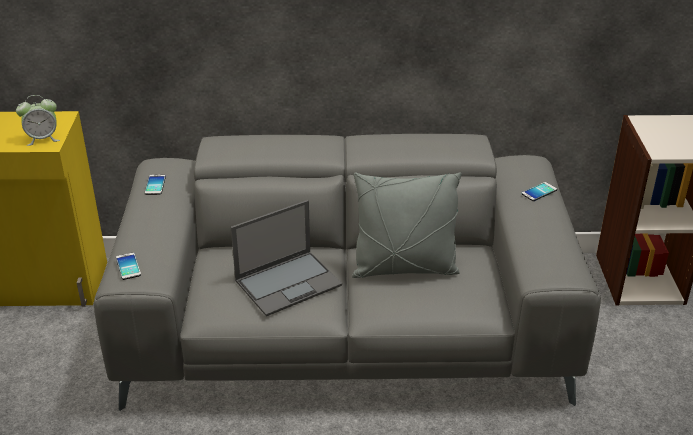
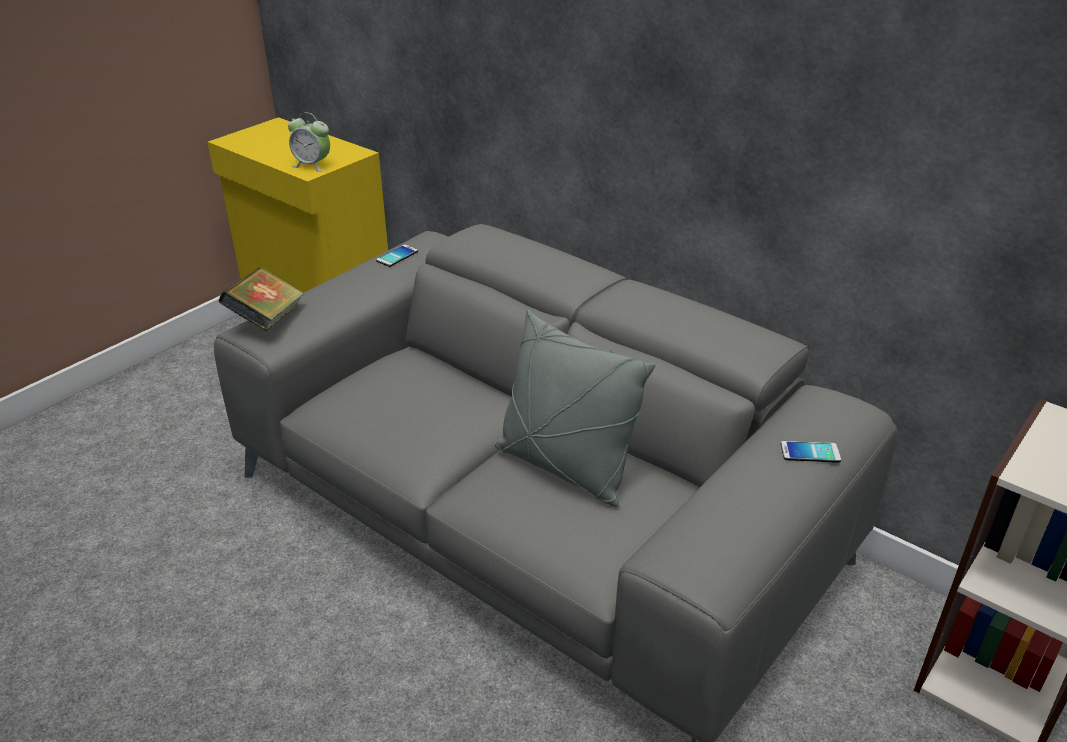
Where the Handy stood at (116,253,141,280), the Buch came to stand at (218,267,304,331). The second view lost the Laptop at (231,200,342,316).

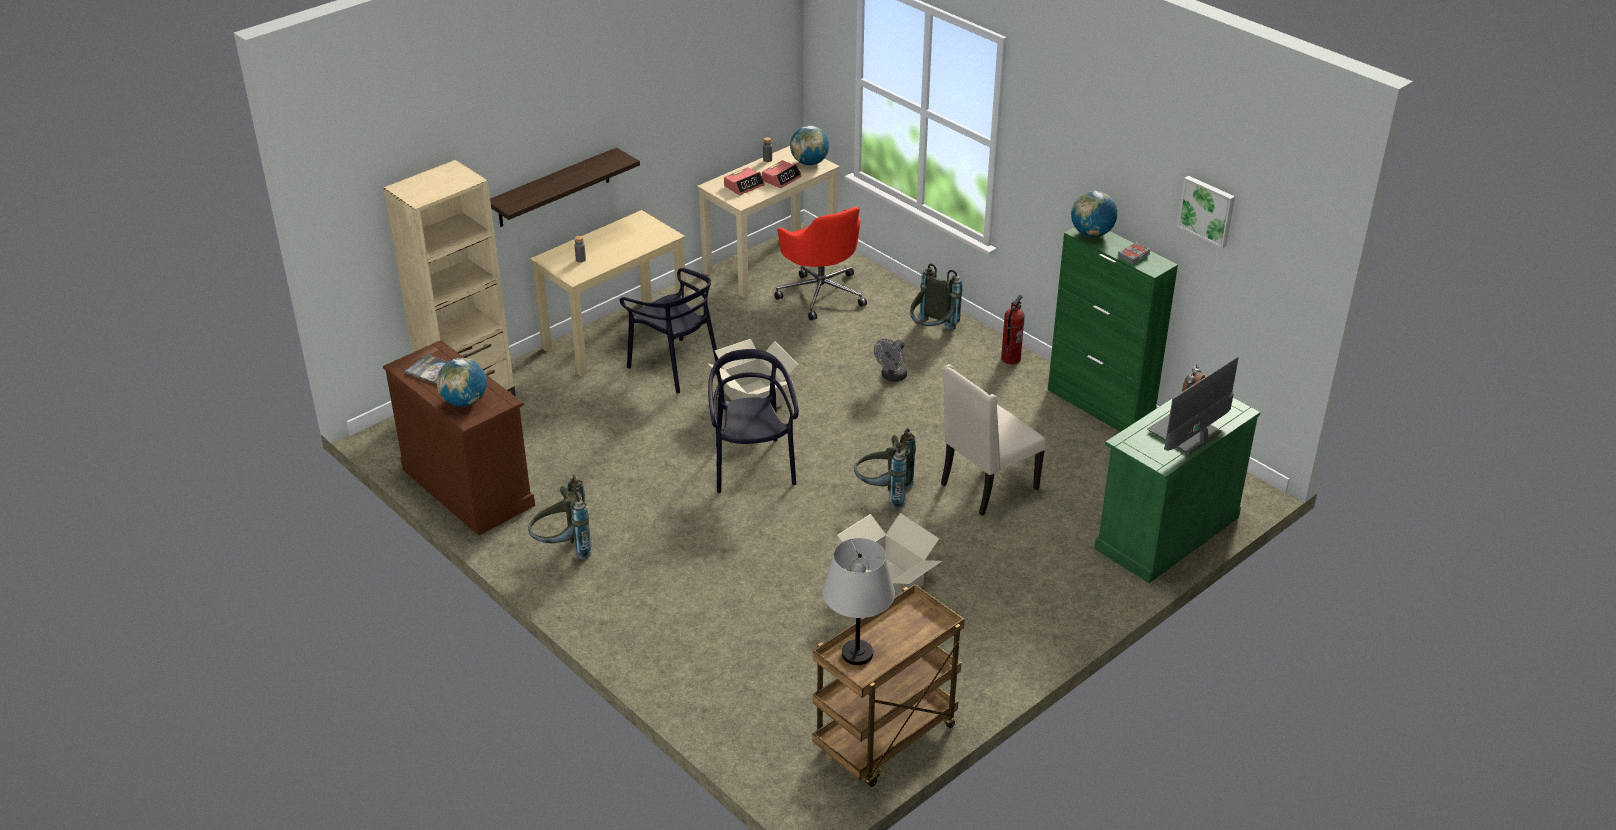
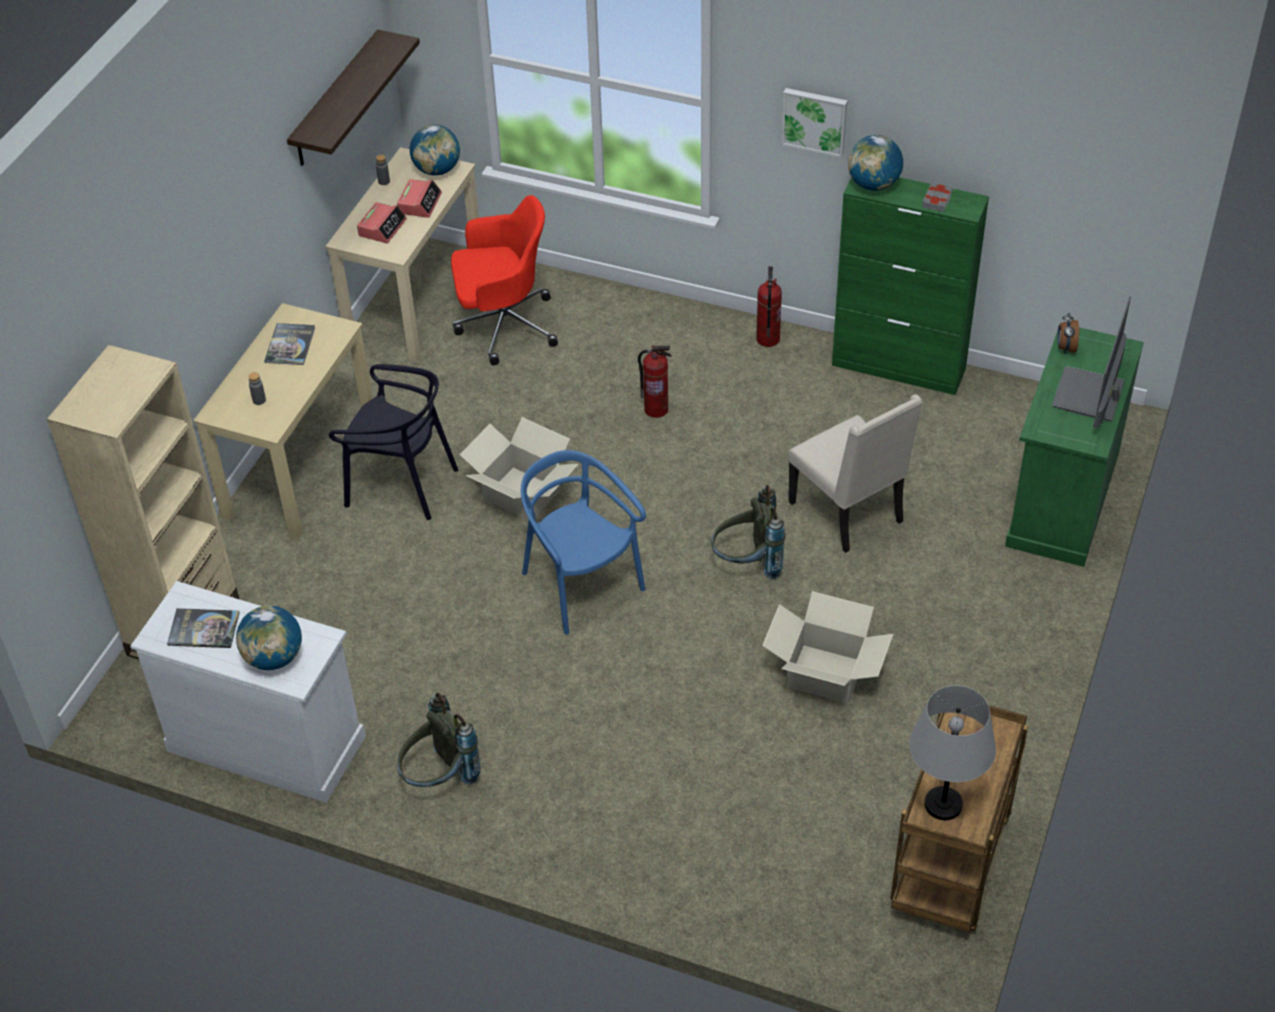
What was the Kommode (braun) at (383,340,535,535) turned into the Kommode (weiß) at (131,581,366,803). The Wandregal ended up elsewhere, having gone from (490,147,640,227) to (287,29,420,166). What was the Stuhl (schwarz) at (708,349,799,493) turned into the Stuhl (blau) at (521,450,646,635). The Bürostuhl (rot) at (774,207,867,321) ended up facing another way, 45 degrees counterclockwise from before. Where the Ventilator (grau) stood at (874,339,907,382), the Feuerlöscher came to stand at (638,346,672,418). The second view lost the Rucksack (grau) at (910,264,962,330). The Stuhl (beige) at (941,364,1046,516) ended up facing another way, 60 degrees counterclockwise from before. The Bild ended up elsewhere, having gone from (1177,176,1235,248) to (781,88,847,158). The second view gained the Buch at (264,323,315,365).

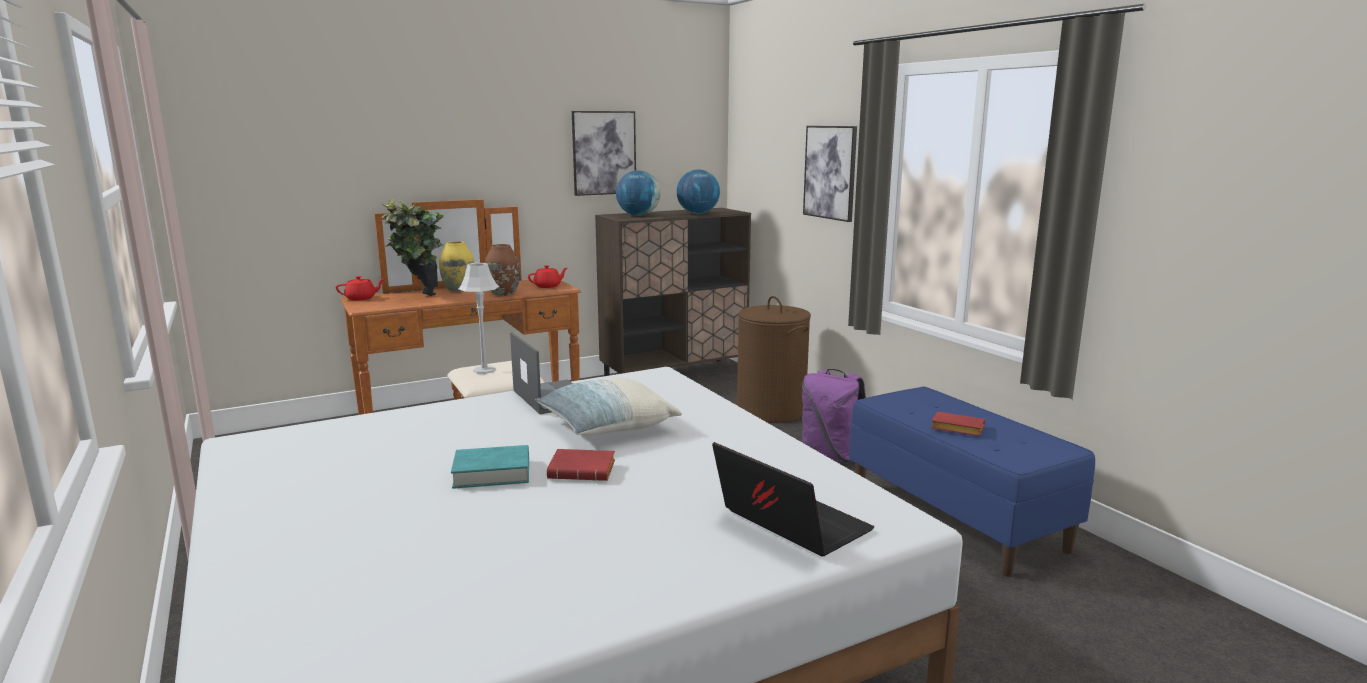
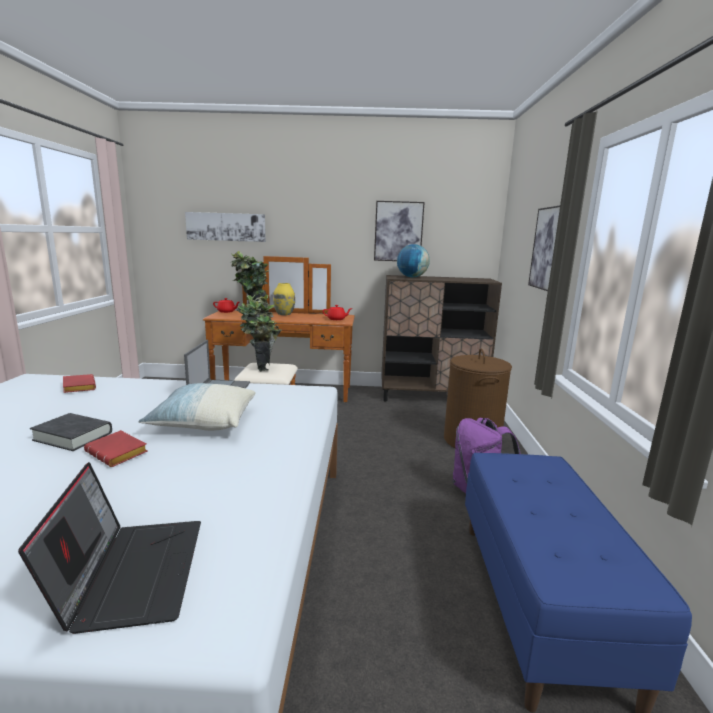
What was the Buch (türkis) at (451,445,529,489) turned into the Buch (schwarz) at (30,413,112,451). Where the Tischlampe (grau) stood at (459,263,499,374), the Topfpflanze came to stand at (237,294,282,372). The second view lost the Vase (braun) at (485,244,520,296). The second view lost the Globus at (676,169,720,214). The Buch (rot) ended up elsewhere, having gone from (931,412,985,436) to (63,374,96,393). The second view gained the Bild at (185,212,266,242).

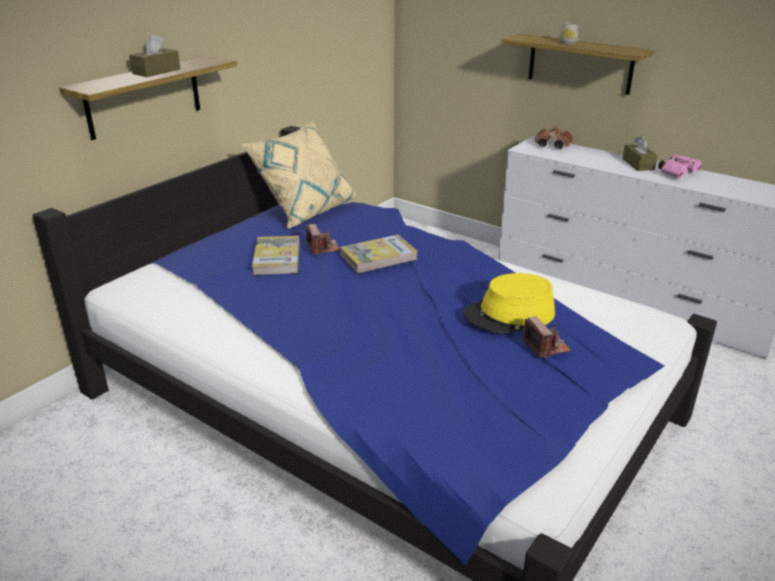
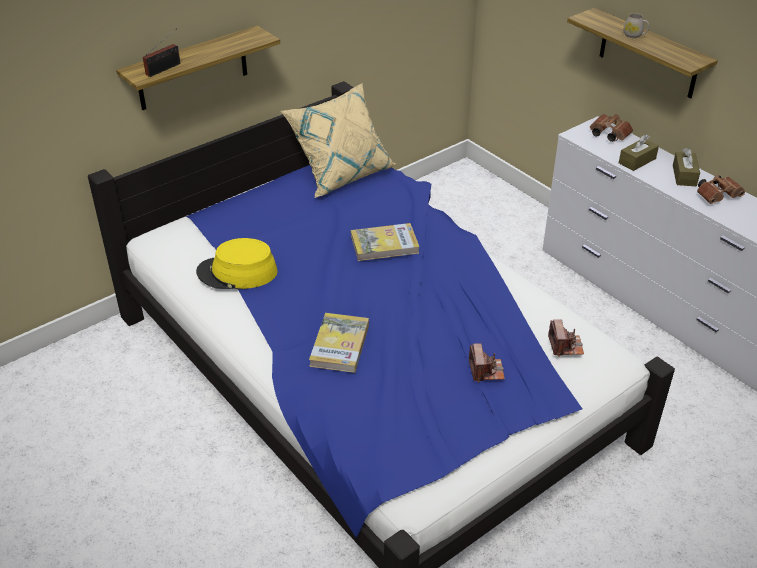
The Taschentuchbox (braun) ended up elsewhere, having gone from (129,34,180,77) to (619,135,659,171). The Buch ended up elsewhere, having gone from (252,236,300,275) to (309,313,369,373). The Kamera ended up elsewhere, having gone from (306,224,340,255) to (548,319,584,357). The Hut (gelb) ended up elsewhere, having gone from (463,273,555,333) to (196,238,278,289). What was the Fernglas (rosa) at (658,153,702,178) turned into the Fernglas (braun) at (697,175,745,204). The second view gained the Radio at (143,29,180,77).

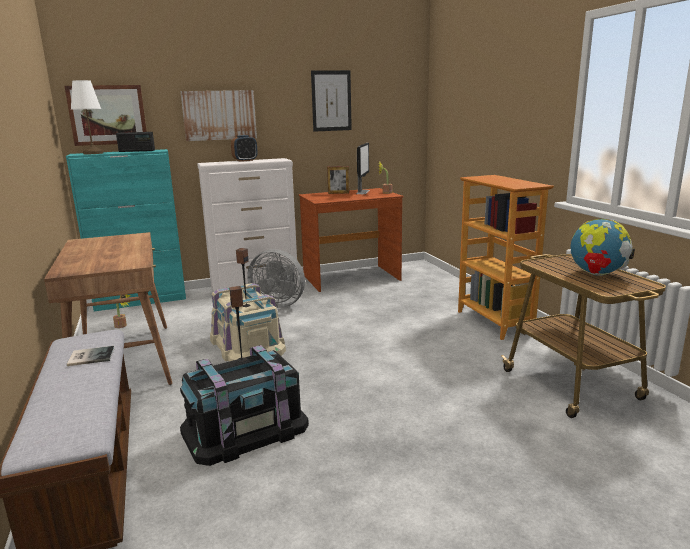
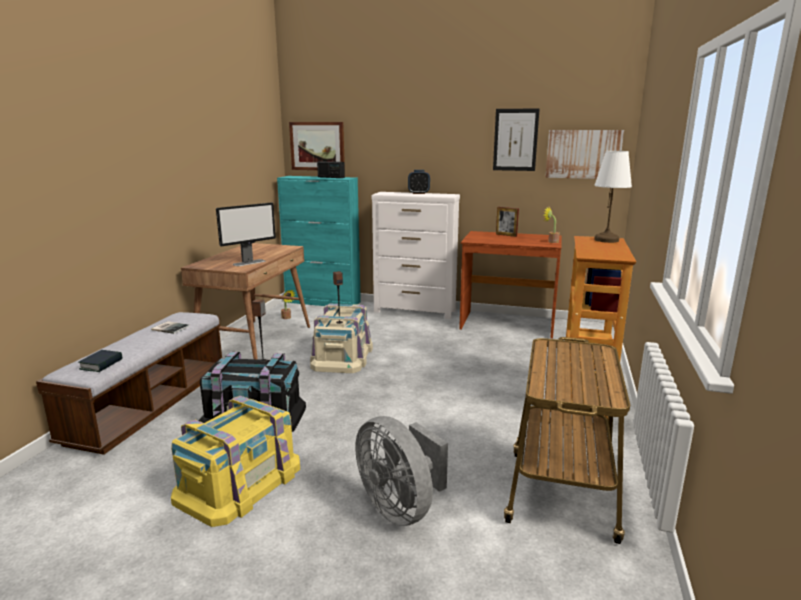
The Tischlampe (weiß) ended up elsewhere, having gone from (71,80,103,154) to (594,151,632,243). The Bild ended up elsewhere, having gone from (181,90,257,141) to (545,130,624,179). The Ventilator (grau) ended up elsewhere, having gone from (247,249,305,308) to (355,416,448,526). The Monitor ended up elsewhere, having gone from (356,143,370,194) to (216,202,276,266). The second view lost the Globus at (571,219,635,276). The second view gained the Buch at (79,350,122,372). The second view gained the Aufbewahrungsbox (gelb) at (171,396,300,527).

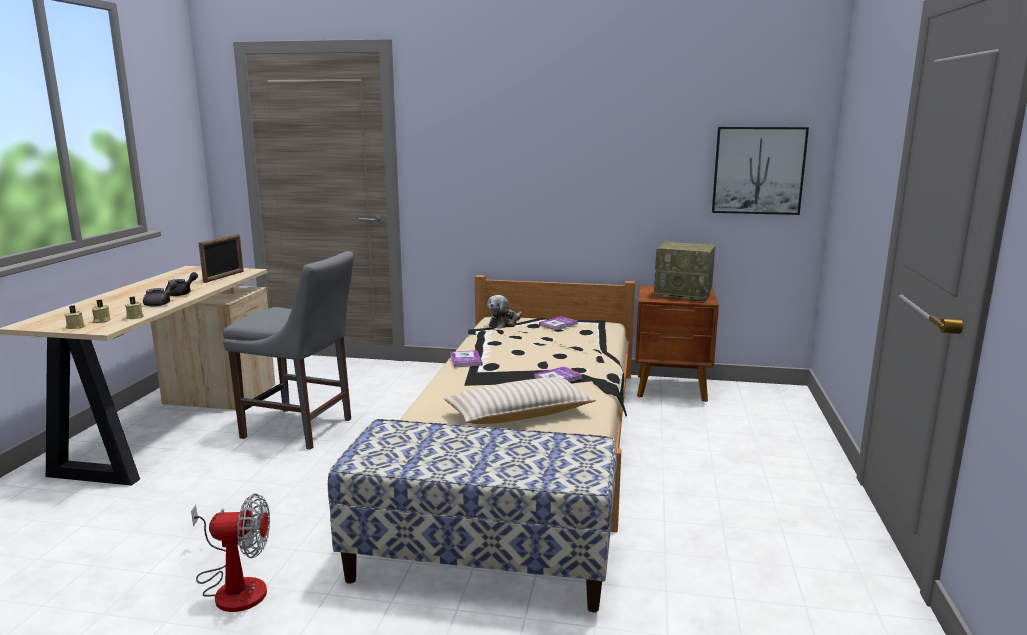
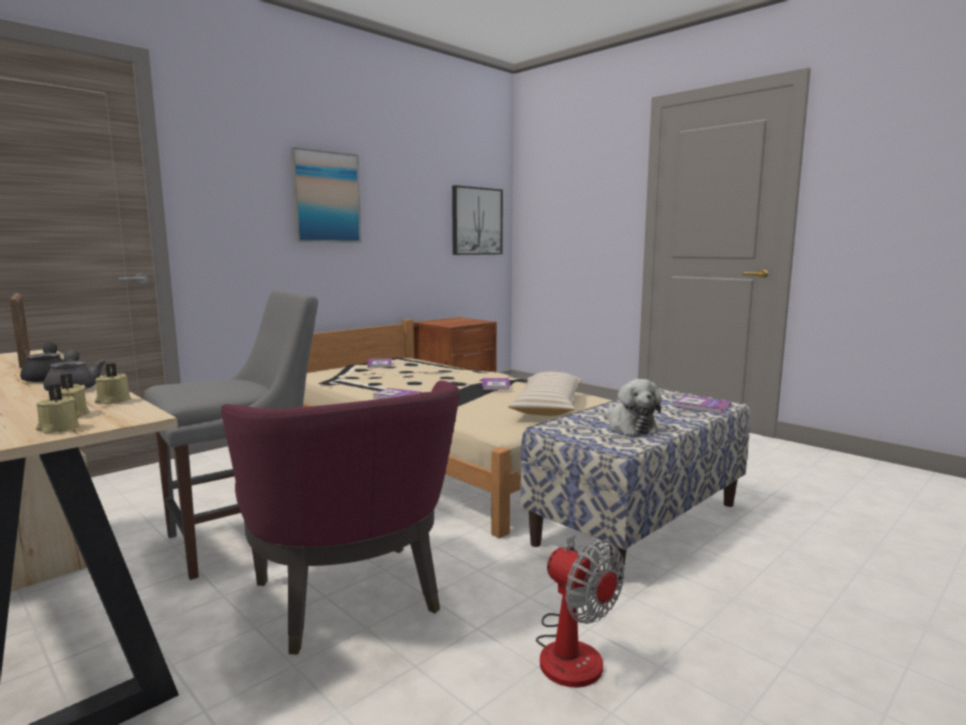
The Ventilator at (191,493,270,612) ended up facing another way, 105 degrees clockwise from before. The Plüschtier ended up elsewhere, having gone from (487,295,522,328) to (607,379,661,436). The second view lost the Radio at (654,242,715,302). The second view gained the Sessel (lila) at (221,380,460,655). The second view gained the Bild at (290,147,362,243). The second view gained the Buch at (674,395,731,414).

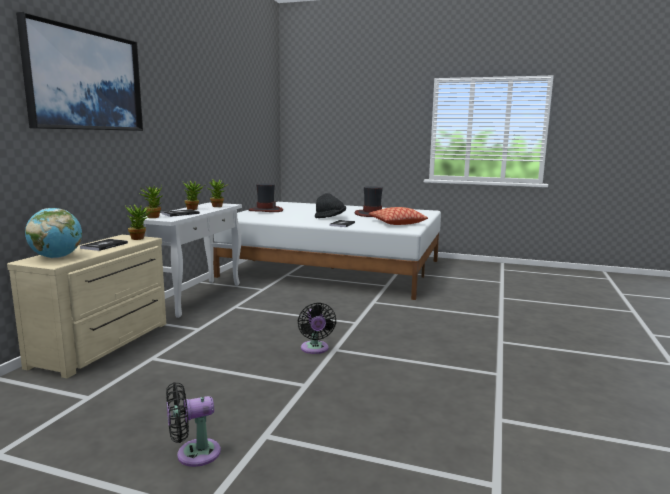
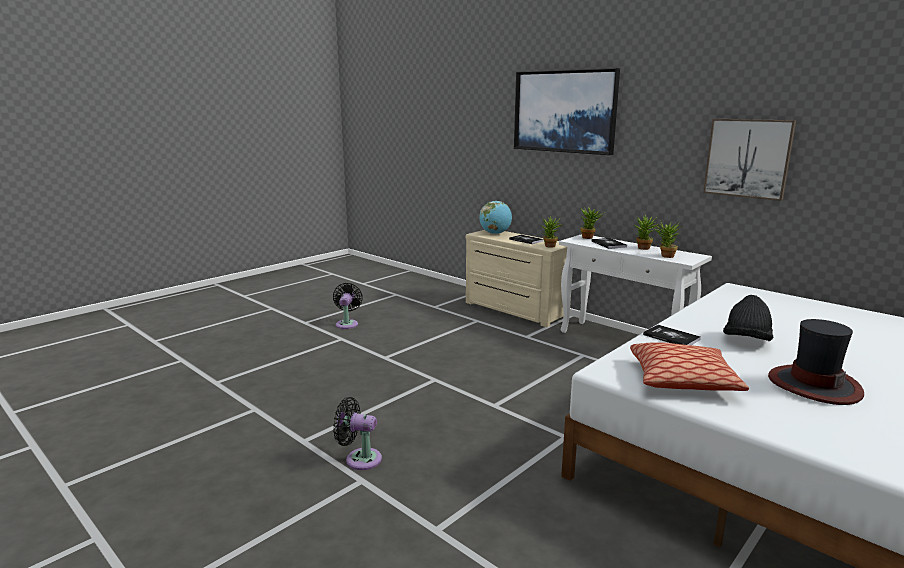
The second view lost the Hut at (249,183,283,212). The Ventilator (schwarz) ended up elsewhere, having gone from (298,302,336,354) to (333,397,382,470). The second view gained the Bild at (703,119,796,201).

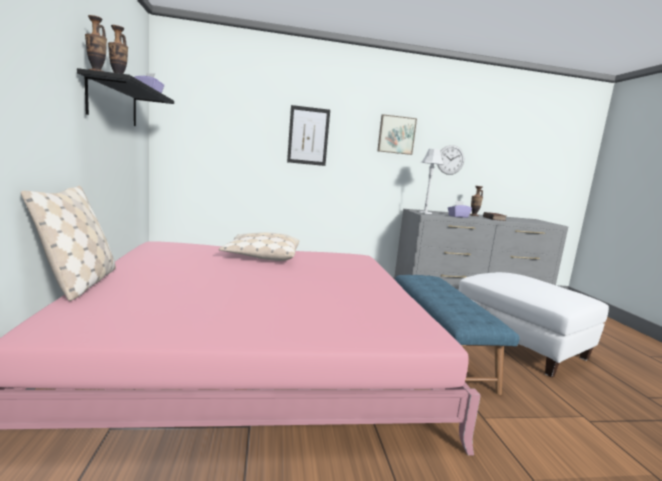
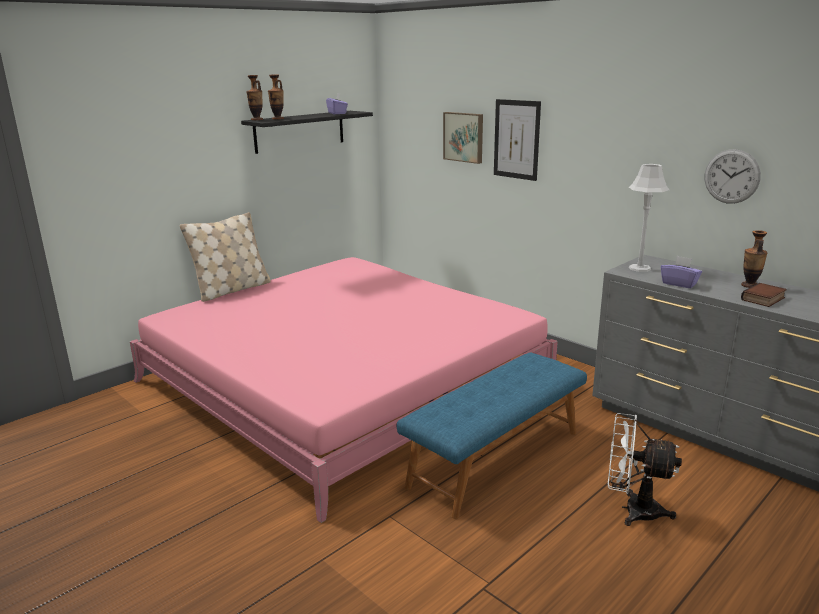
The second view lost the Kissen (beige) at (219,232,299,261). The Bild ended up elsewhere, having gone from (377,114,417,155) to (443,112,483,164). Where the Polsterhocker (weiß) stood at (458,272,609,378), the Ventilator (weiß) came to stand at (608,413,682,526).

